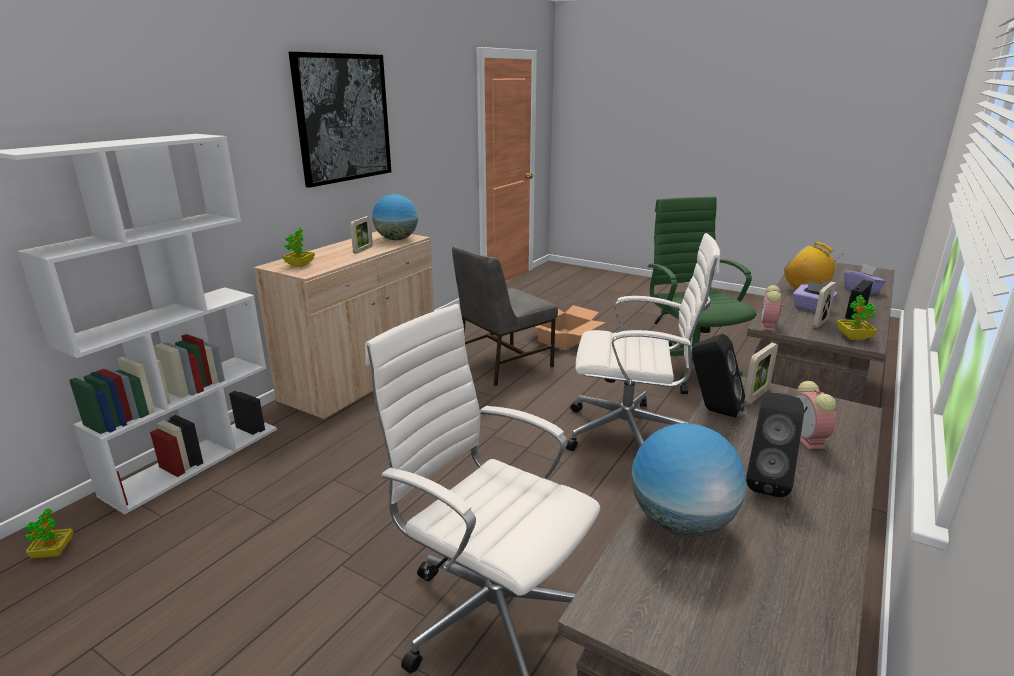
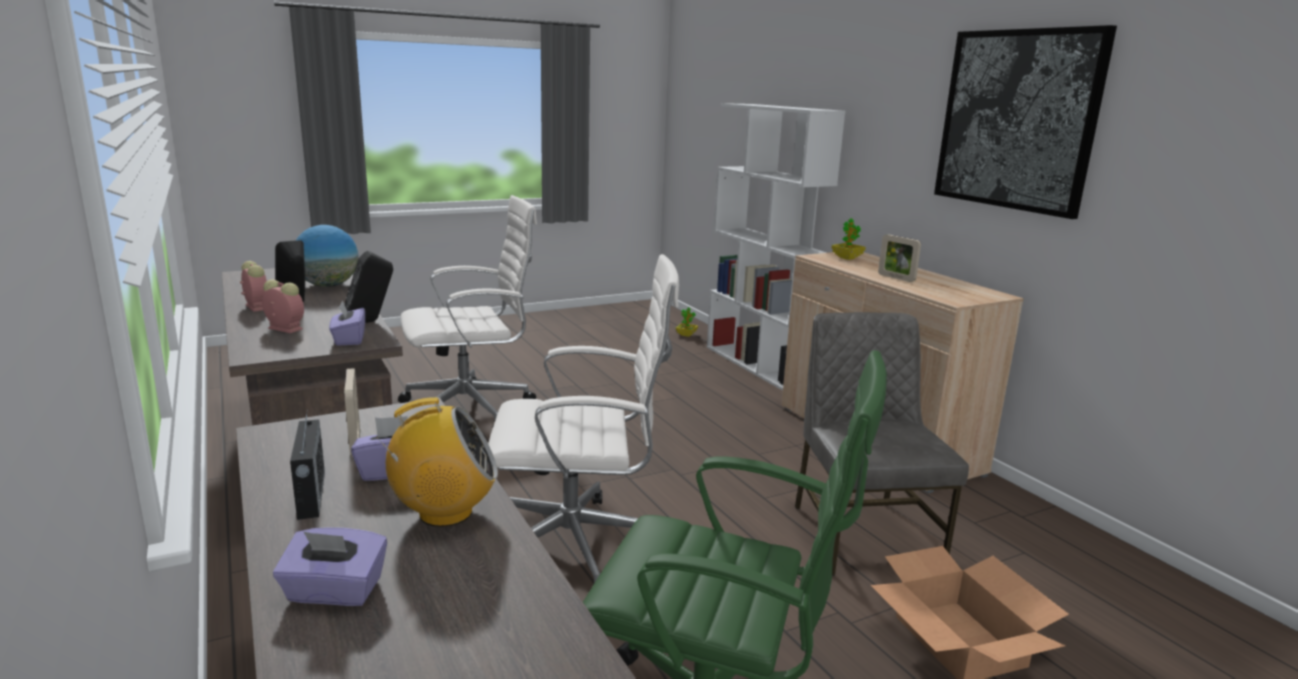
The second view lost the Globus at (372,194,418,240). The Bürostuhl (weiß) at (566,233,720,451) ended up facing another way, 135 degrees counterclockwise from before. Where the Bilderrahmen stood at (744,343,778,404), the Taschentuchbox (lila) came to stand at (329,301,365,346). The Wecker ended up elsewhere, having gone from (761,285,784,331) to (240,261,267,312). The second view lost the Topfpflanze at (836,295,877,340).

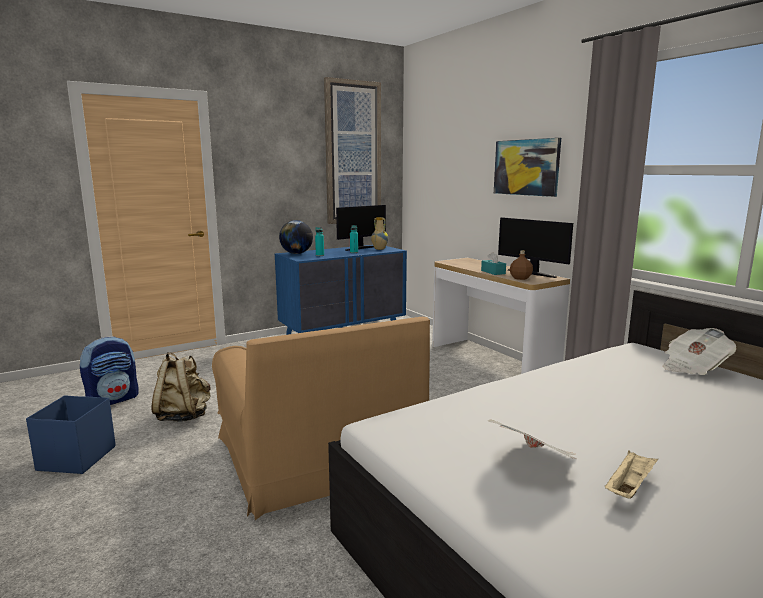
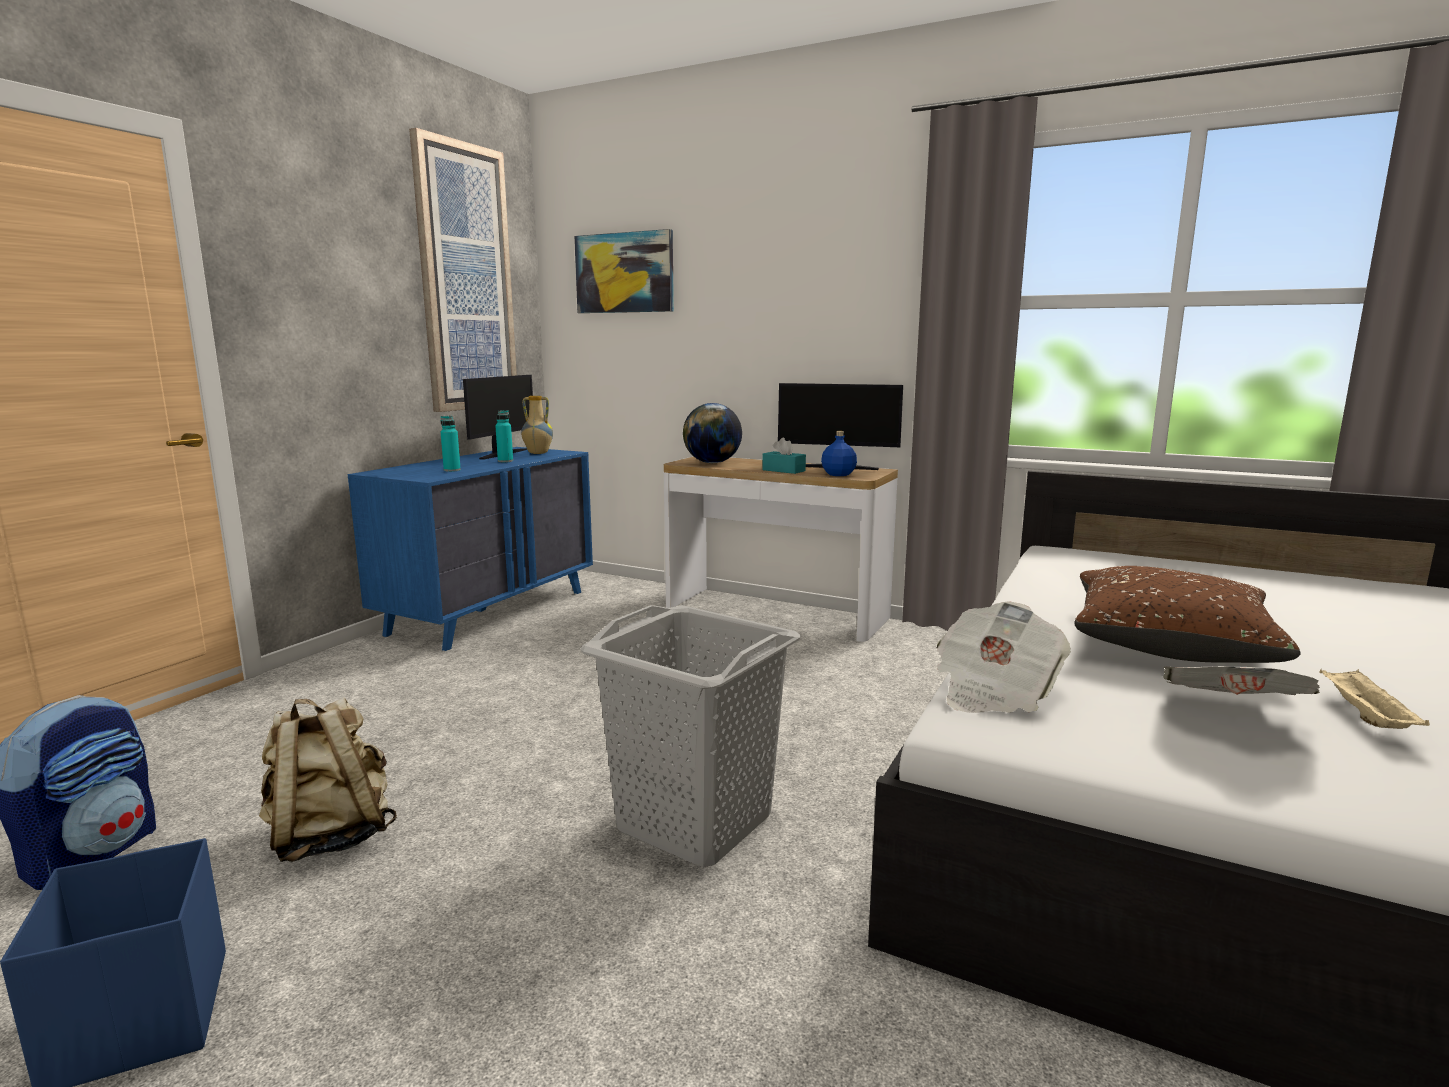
Where the Sessel (braun) stood at (212,317,430,520), the Wäschekorb (grau) came to stand at (580,605,800,868). The Globus ended up elsewhere, having gone from (279,220,313,254) to (683,403,742,463). The Bild ended up elsewhere, having gone from (494,138,561,197) to (574,229,674,313). What was the Flasche (braun) at (510,250,533,280) turned into the Flasche (blau) at (821,431,857,476). The Zeitung ended up elsewhere, having gone from (663,328,736,375) to (936,601,1071,713). The second view gained the Kissen (braun) at (1075,566,1300,663).

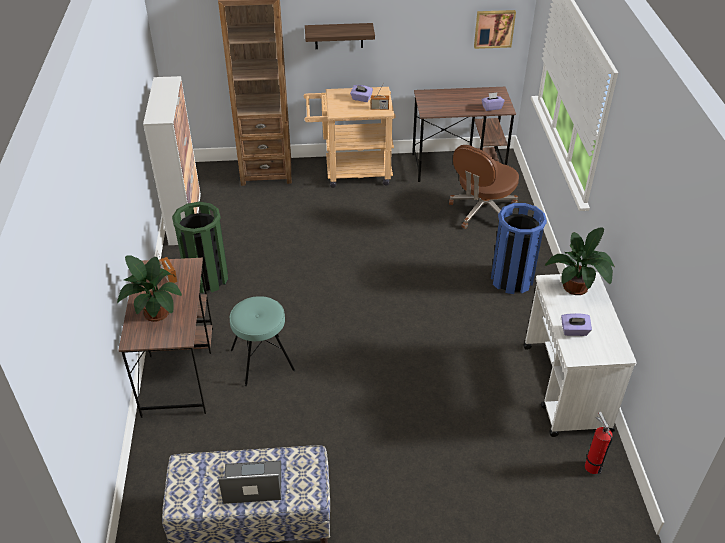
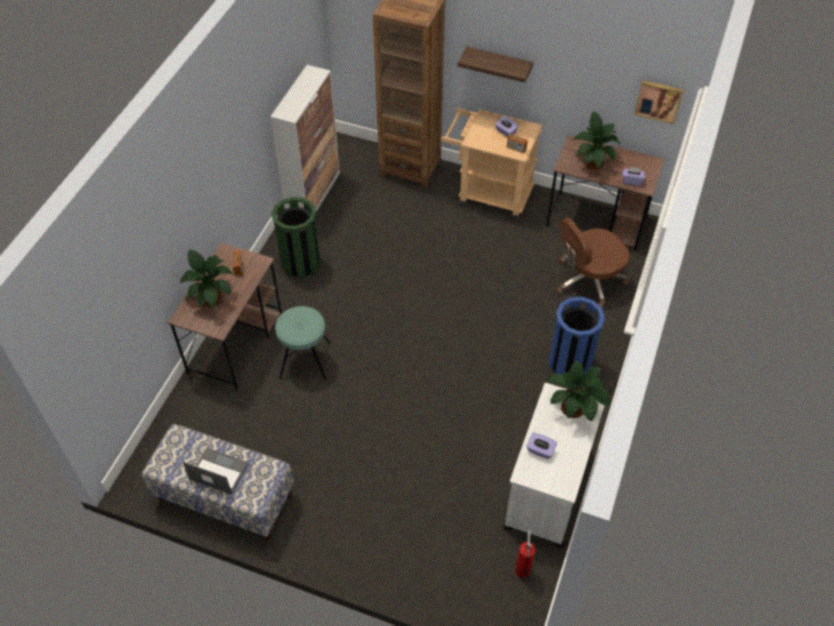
The second view gained the Topfpflanze at (573,112,620,170).

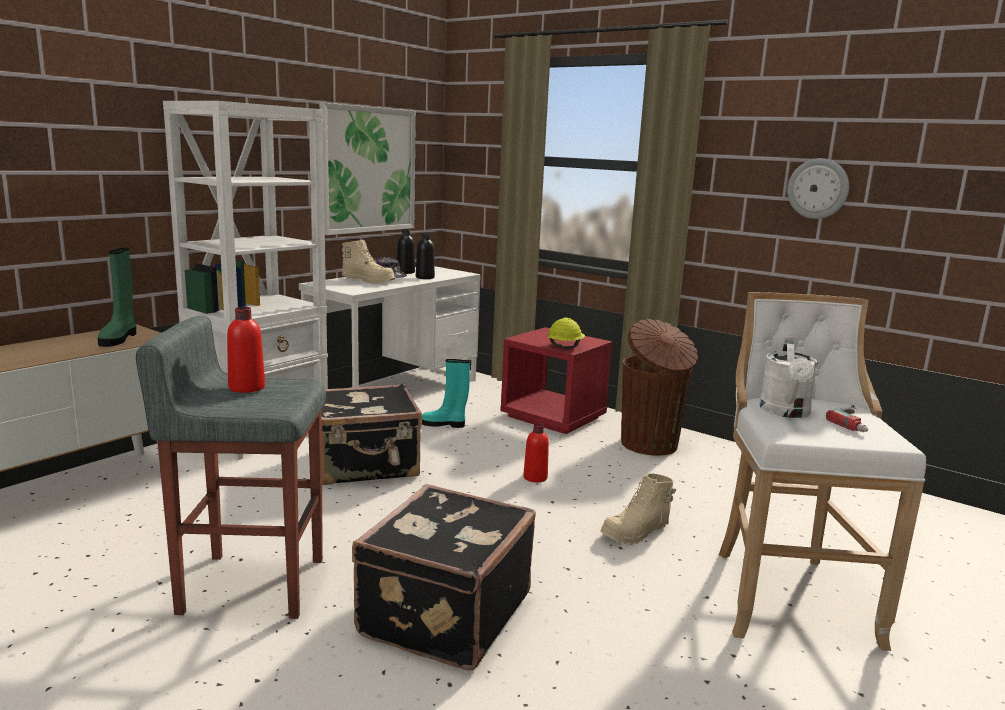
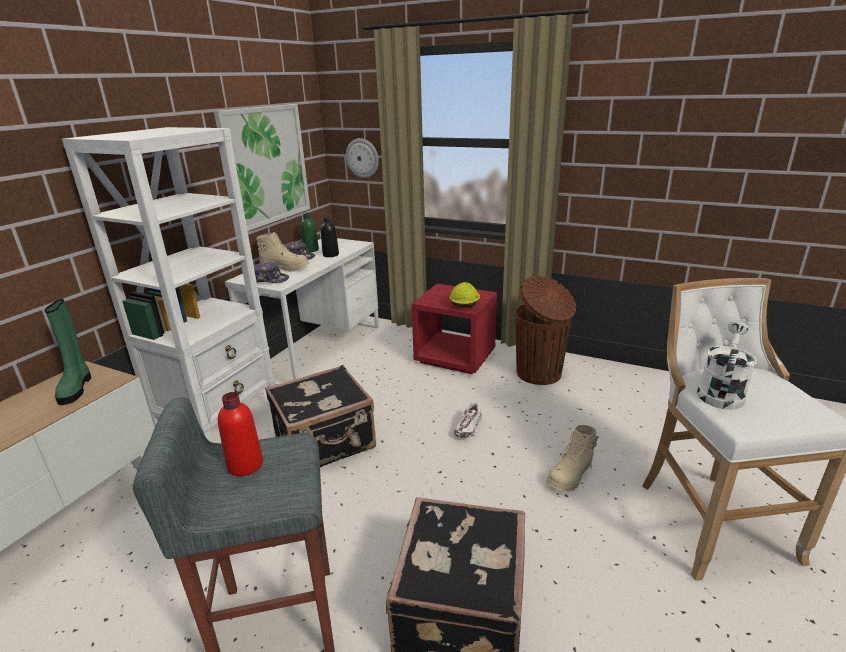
What was the Flasche (schwarz) at (397,229,415,274) turned into the Flasche (grün) at (301,213,319,252). The second view lost the Stiefel (türkis) at (422,359,470,428). Where the Flasche (rot) stood at (523,423,549,482), the Schuh (weiß) came to stand at (454,403,482,438). The Gießkanne (weiß) at (759,338,818,418) ended up facing another way, 150 degrees counterclockwise from before. The Wanduhr ended up elsewhere, having gone from (787,158,849,219) to (346,138,379,178). The second view lost the Bohrmaschine at (826,405,868,432). The second view gained the Kappe at (254,262,289,283).

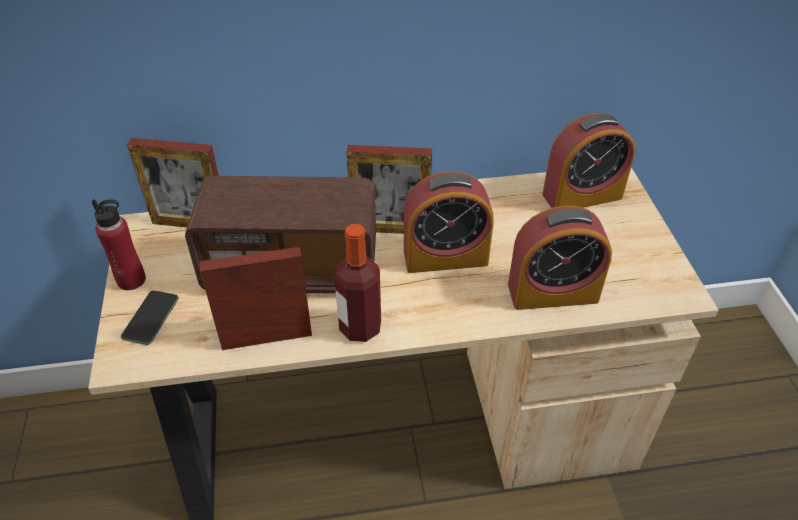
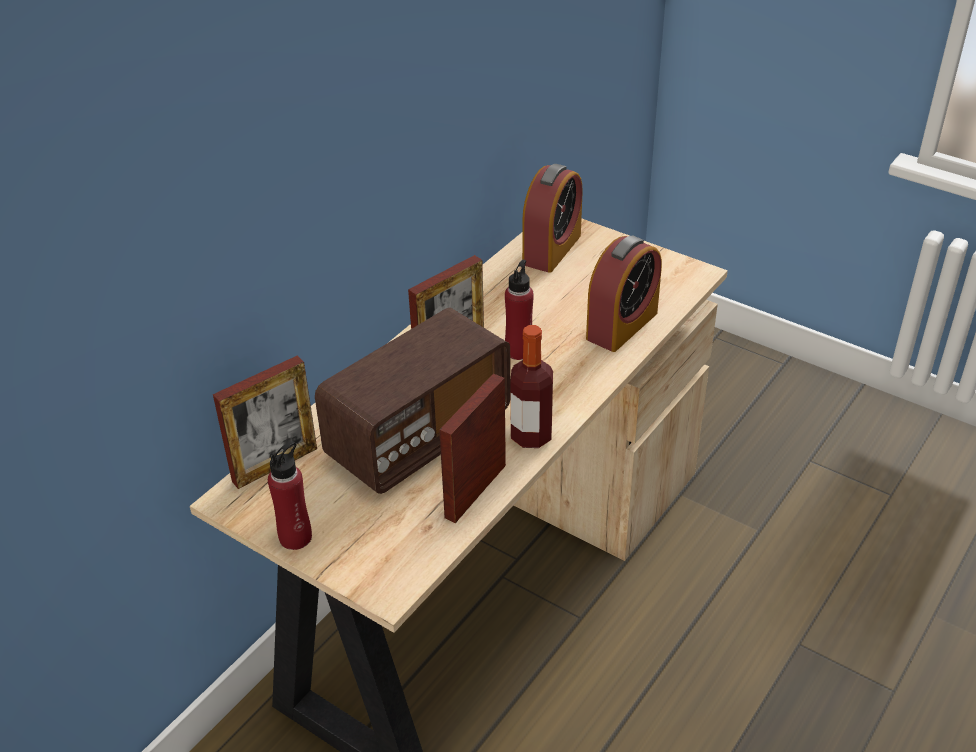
The second view lost the Handy at (121,290,179,345). Where the Wecker stood at (404,171,494,273), the Flasche (rot) came to stand at (505,259,534,360).

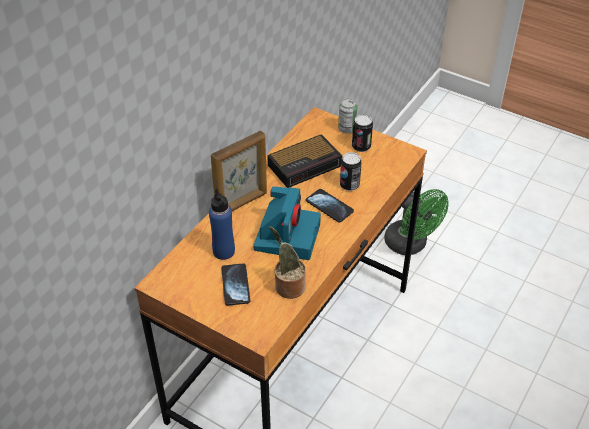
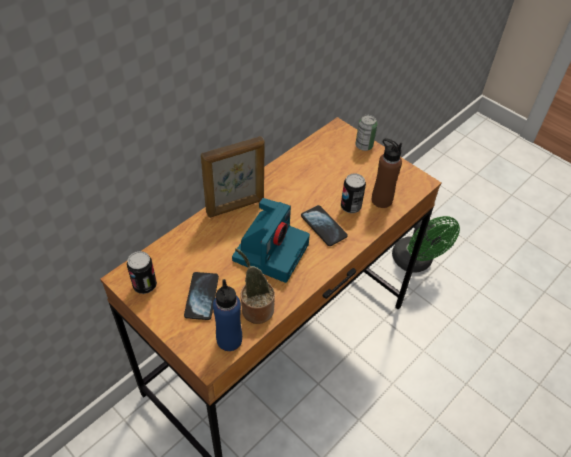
The Flasche (blau) ended up elsewhere, having gone from (209,188,235,260) to (213,279,242,351). The second view lost the Wecker at (267,134,343,188). The Dose ended up elsewhere, having gone from (352,115,373,152) to (127,251,157,294). The second view gained the Flasche (braun) at (372,138,402,208).

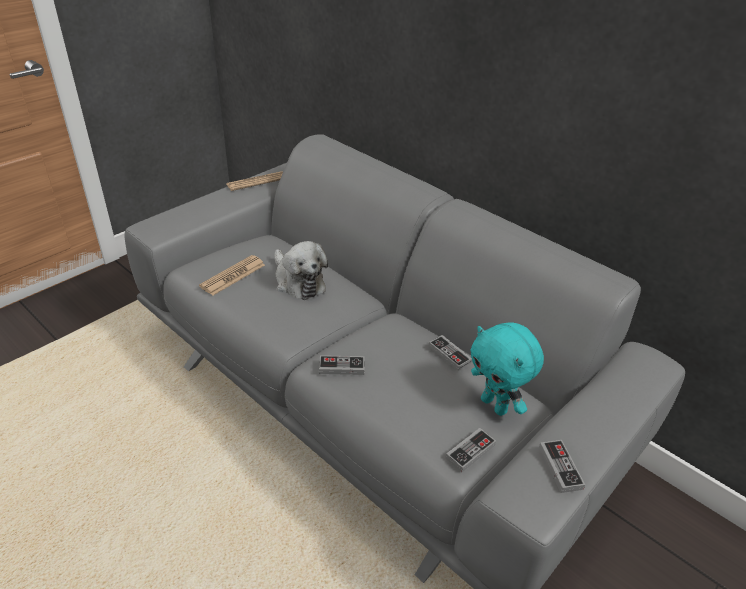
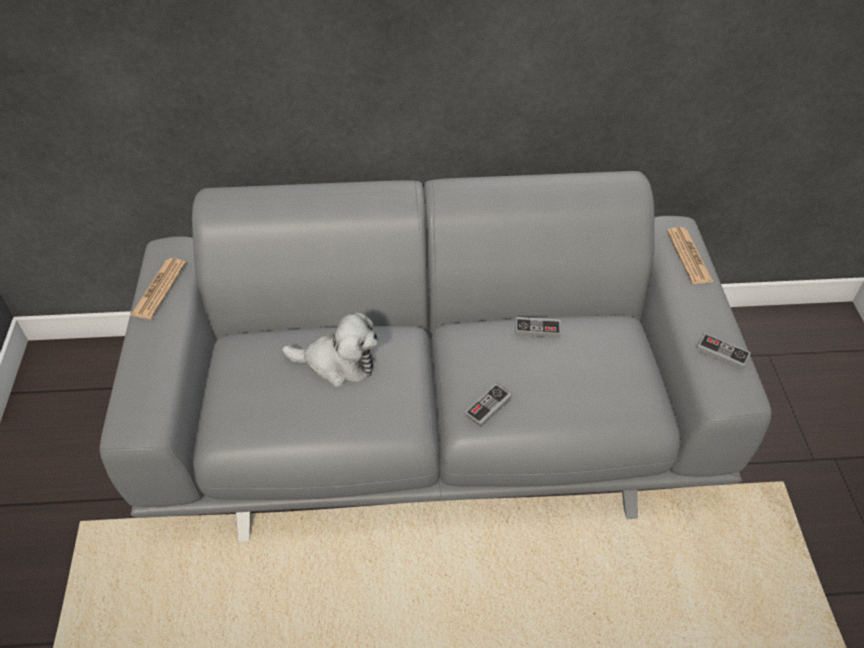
The Zeitung ended up elsewhere, having gone from (199,255,265,296) to (667,227,713,284). The second view lost the Gamepad at (445,428,496,472). The second view lost the Plüschtier (türkis) at (470,322,544,416).

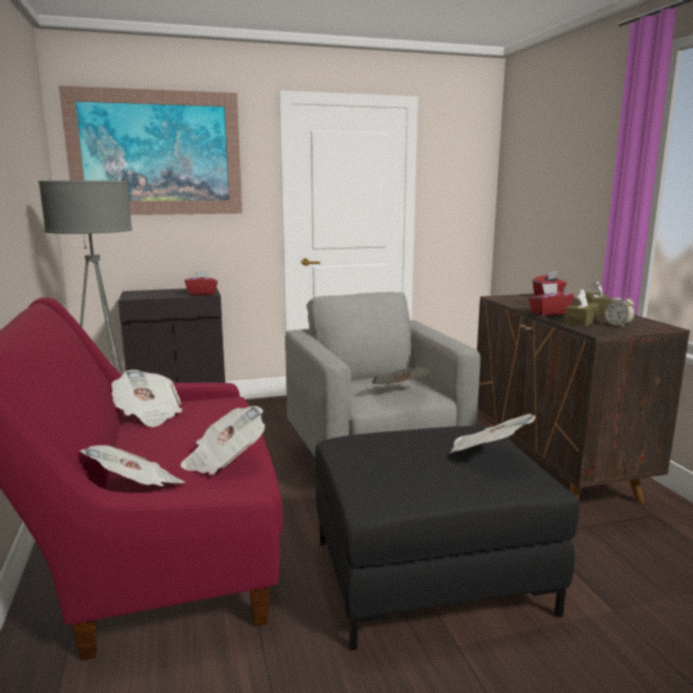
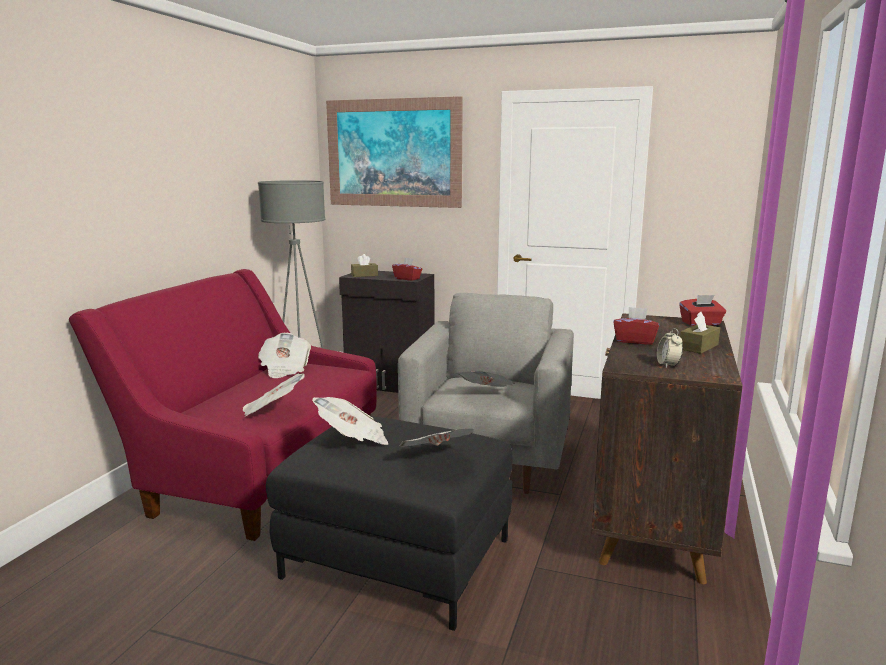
The Zeitung ended up elsewhere, having gone from (80,445,185,486) to (312,397,388,445). The Taschentuchbox (braun) ended up elsewhere, having gone from (564,289,599,327) to (351,254,378,277).

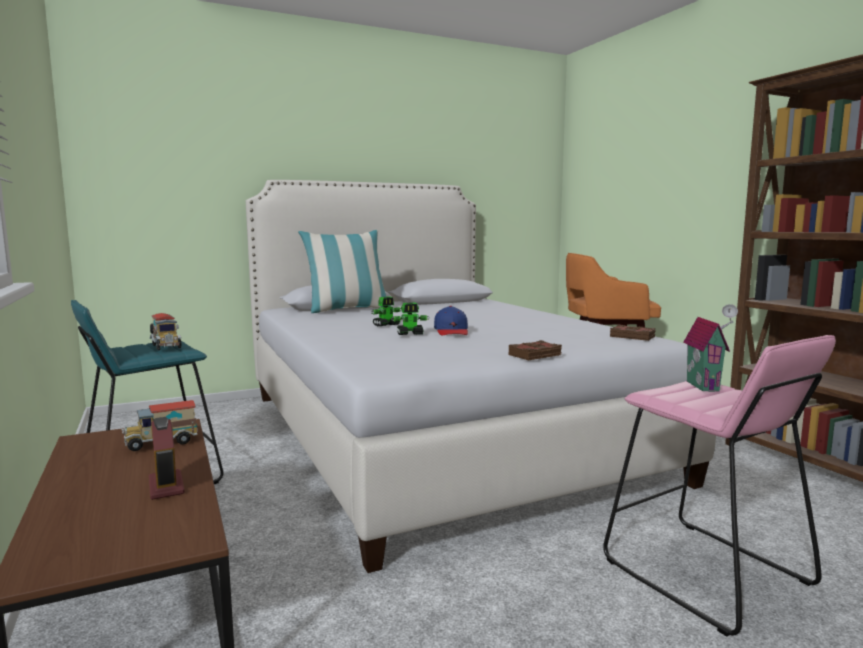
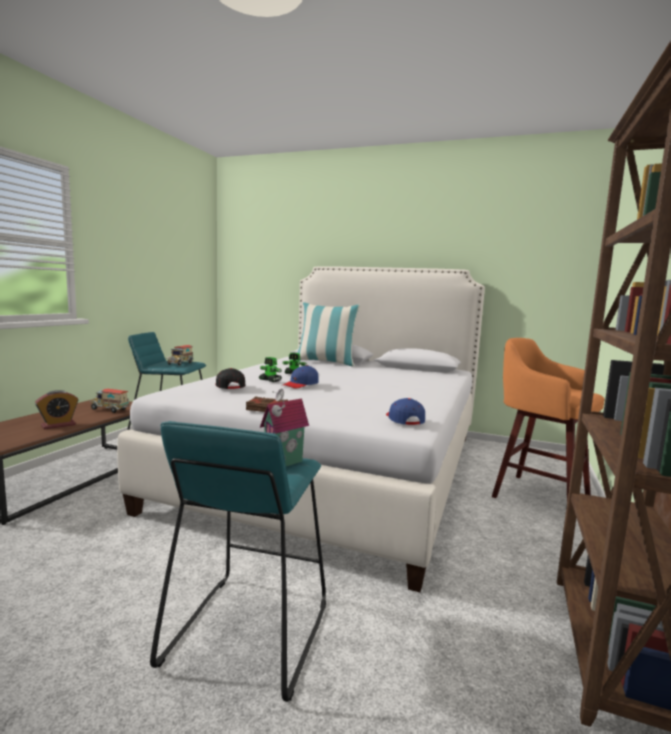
The Wecker at (149,417,185,500) ended up facing another way, 150 degrees counterclockwise from before. What was the Hocker (rosa) at (603,335,836,637) turned into the Hocker (türkis) at (150,421,326,702). Where the Buch (braun) stood at (610,325,655,341), the Kappe (blau) came to stand at (386,398,425,425). The second view gained the Kappe (schwarz) at (215,368,245,389).

